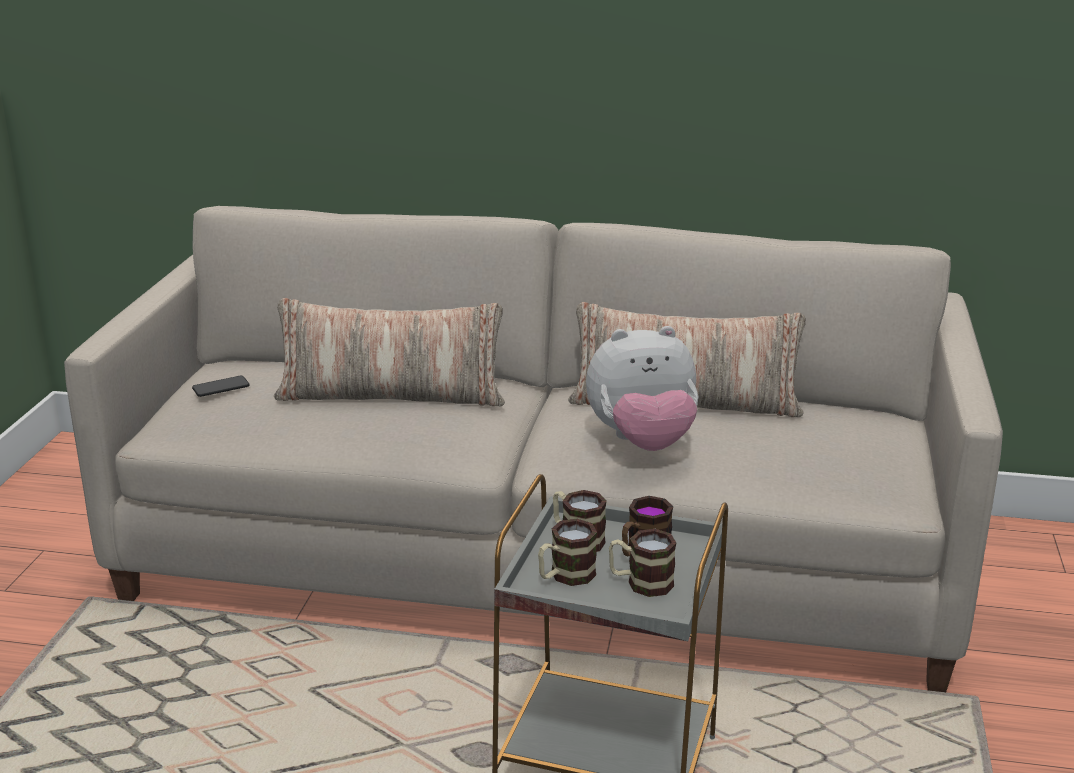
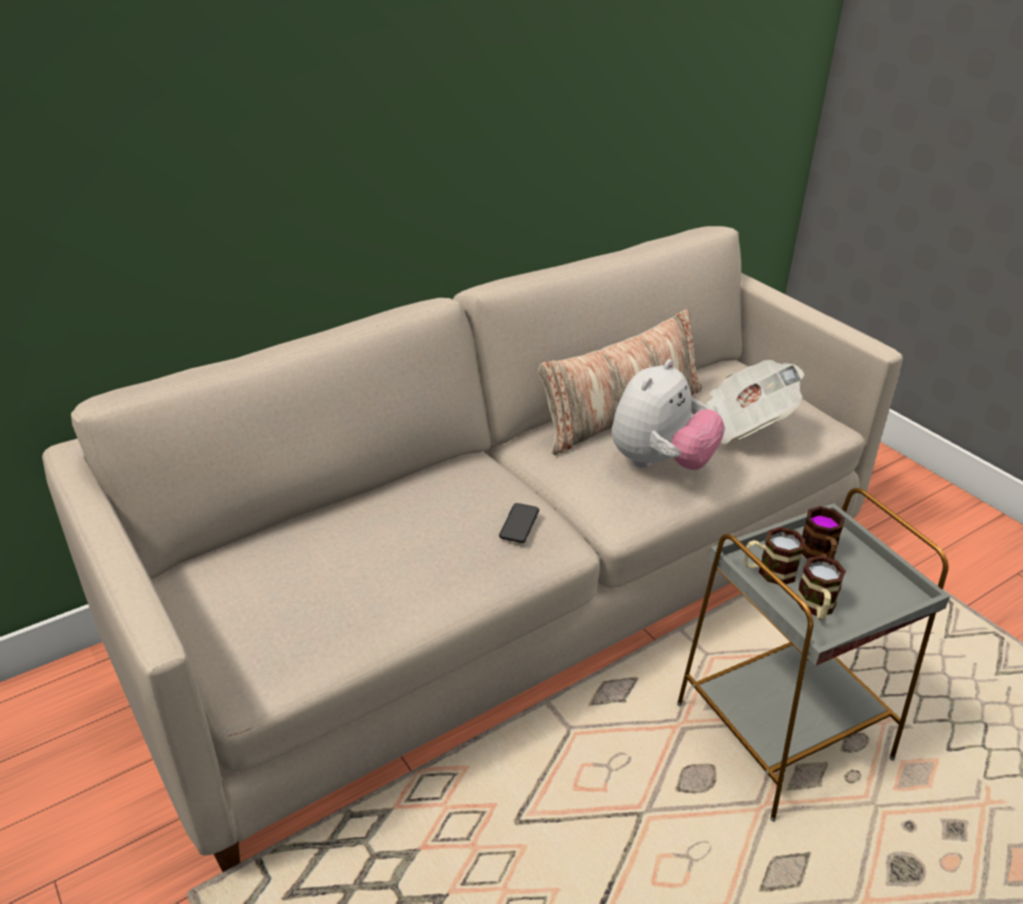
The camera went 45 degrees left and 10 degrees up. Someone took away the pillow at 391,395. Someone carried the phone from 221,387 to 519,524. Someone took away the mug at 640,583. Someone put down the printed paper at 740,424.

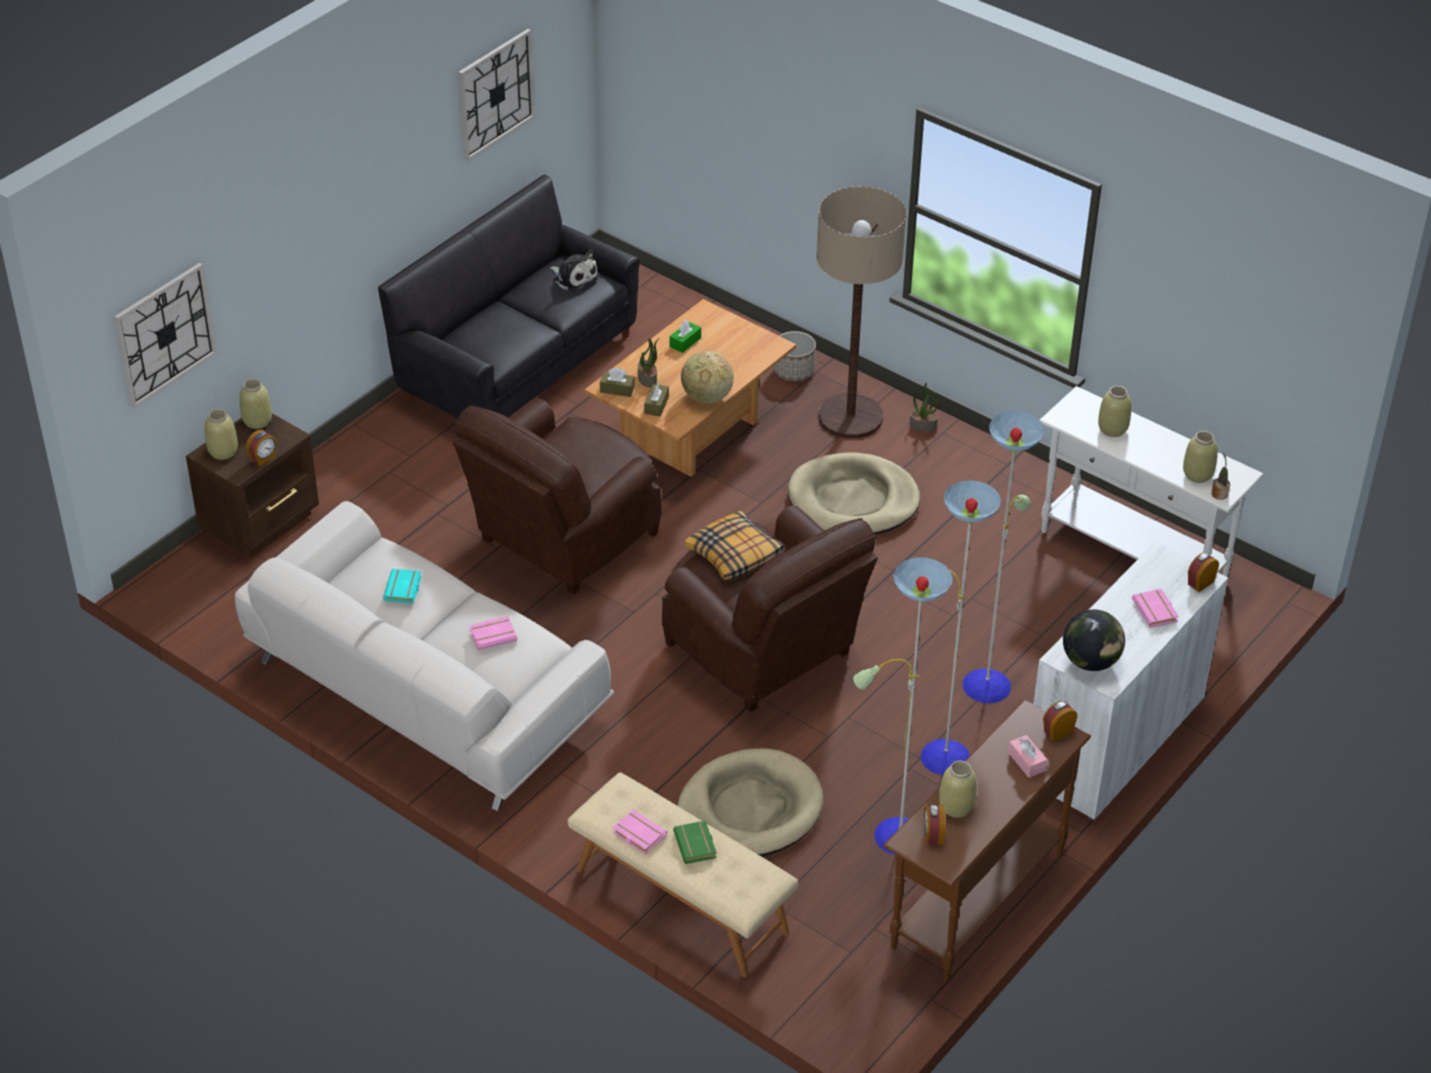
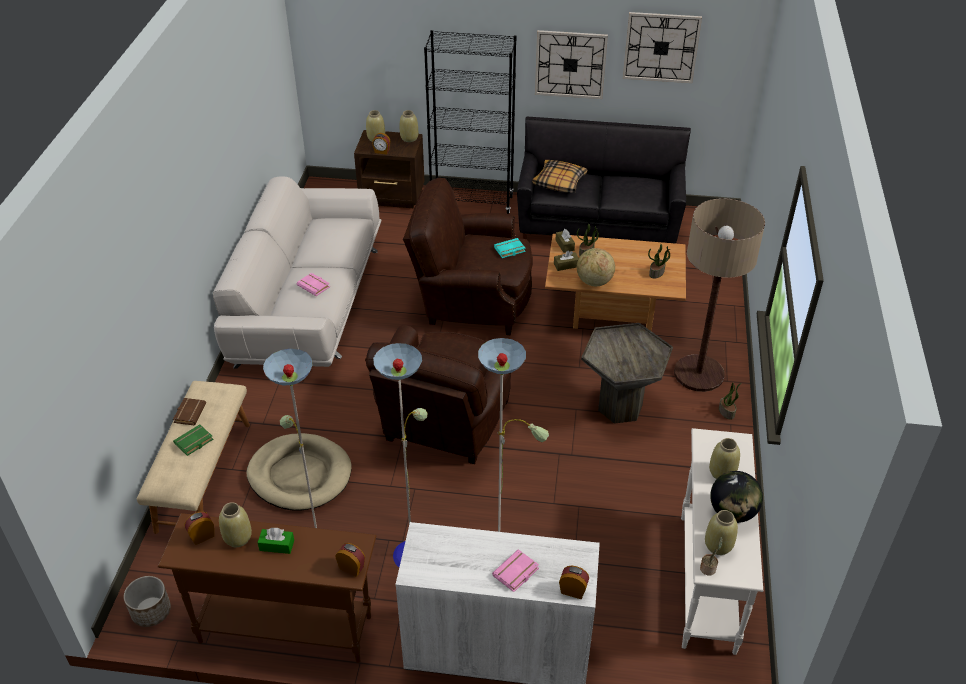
The camera went 60 degrees right and 0 degrees up. Someone took away the soft toy at 574,278. Someone carried the hanging clock from 164,334 to 570,64. Someone carried the tissue holder (green) from 685,342 to 277,545. Someone carried the flower pot from 794,371 to 151,611. Someone swapped the dog bed (beige-coloured) at 853,500 for the accent table (grey) at 620,408. Someone carried the pillow from 734,554 to 559,182. Someone carried the volume (turquoise) from 404,589 to 509,250. Someone carried the world globe from 1090,661 to 732,512. Someone took away the tissue holder (pink) at 1026,761. Someone repainted the volume (pink) at 637,835, which became the volume (brownish) at 189,413. Someone put down the bookshelf (blackish) at 472,202. Someone put down the potted plant at 657,273.

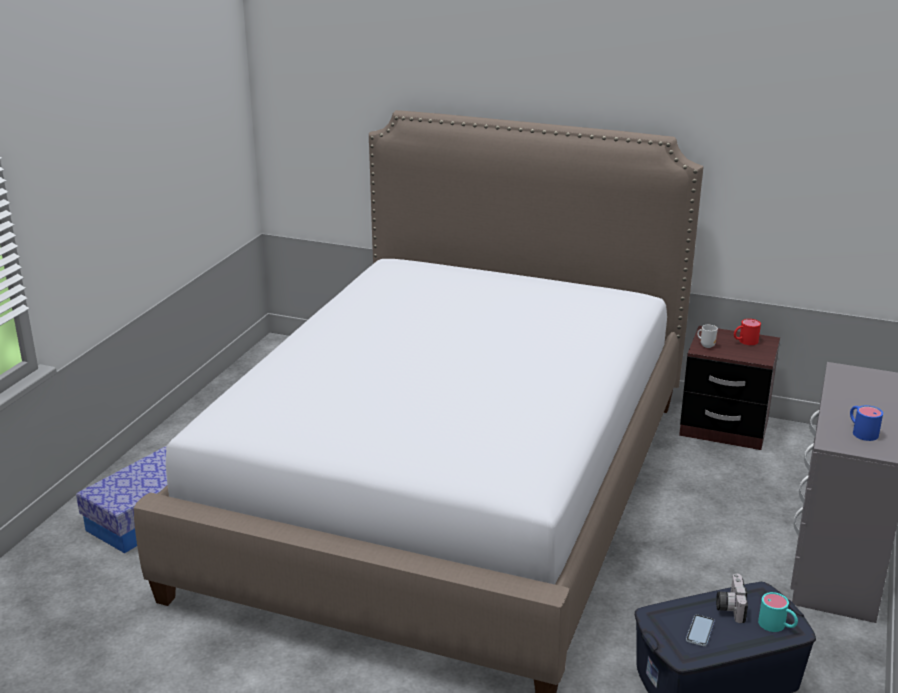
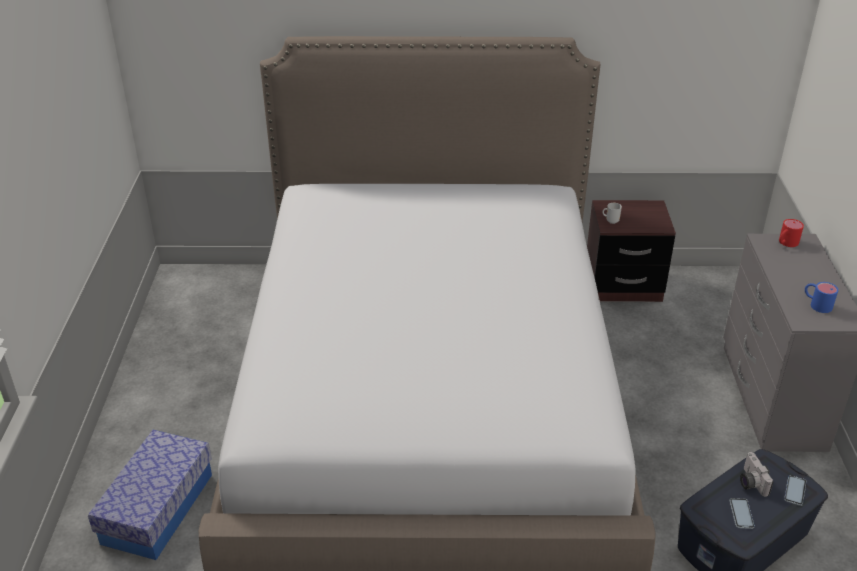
The camera went 20 degrees left and 10 degrees up. Someone carried the mug (red-coloured) from 744,341 to 786,243. Someone swapped the mug (turquoise) at 777,626 for the phone at 795,491.

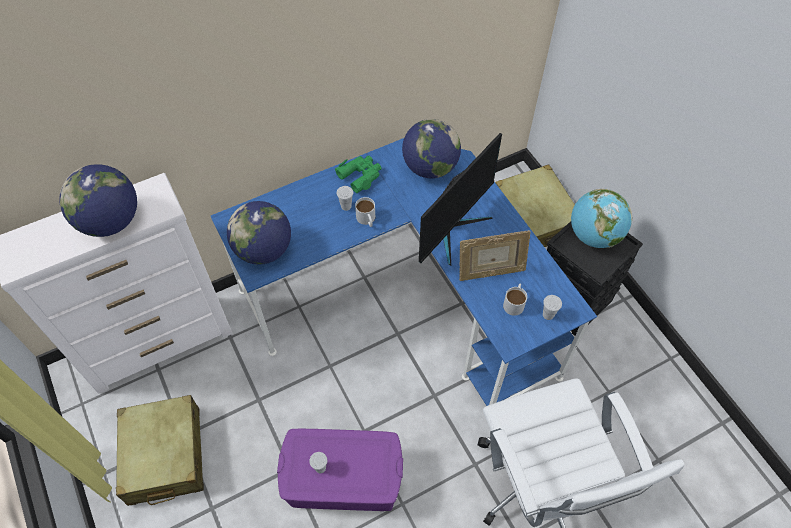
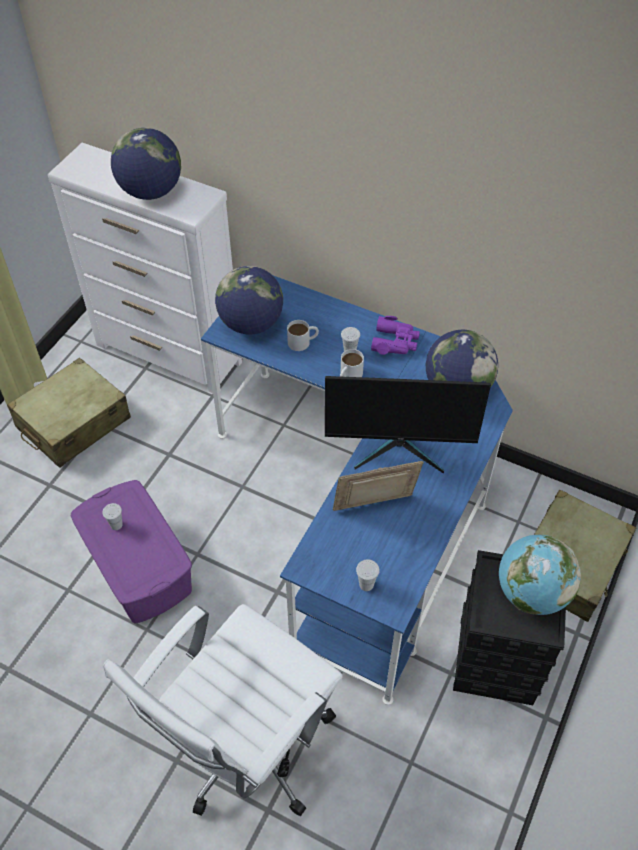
The camera went 55 degrees right and 5 degrees down. Someone repainted the field glasses (green) at 360,175, which became the field glasses (purple) at 395,342. Someone rotated the photo frame at 490,273 by 120 degrees clockwise. Someone carried the mug (whitish) from 514,302 to 303,342.

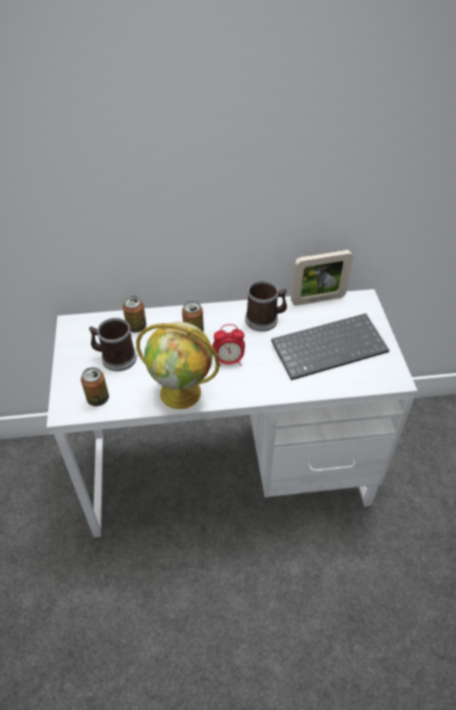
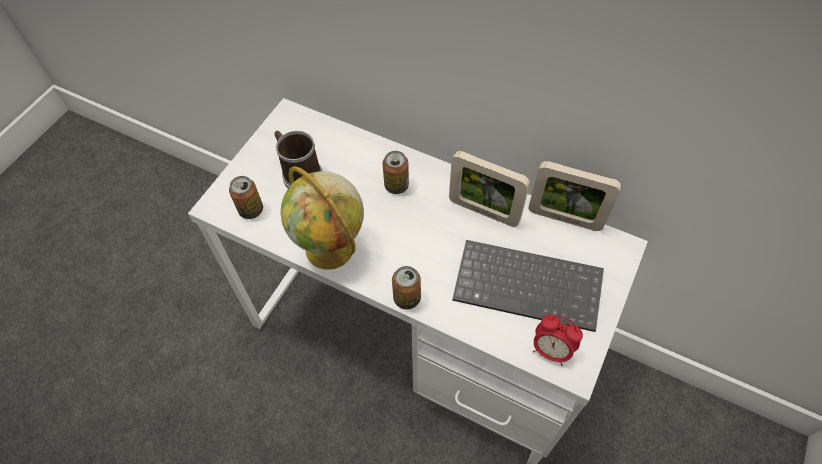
The camera went 35 degrees right and 10 degrees up. Someone swapped the mug at 265,319 for the photo frame at 483,211. Someone carried the sealed can from 136,327 to 407,298. Someone carried the bedside clock from 229,361 to 551,350.

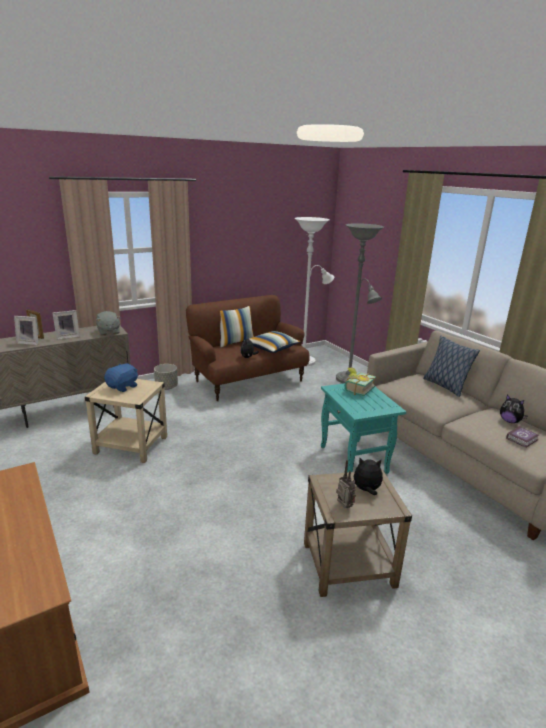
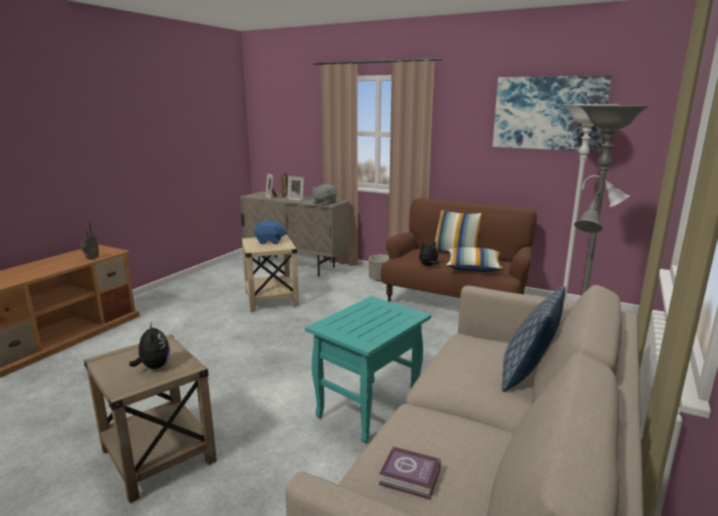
The camera went 60 degrees right and 5 degrees down. Someone took away the volume at 356,389. Someone took away the soft toy at 510,421. Someone carried the radio from 343,507 to 91,259. Someone put up the wall art at 548,113.

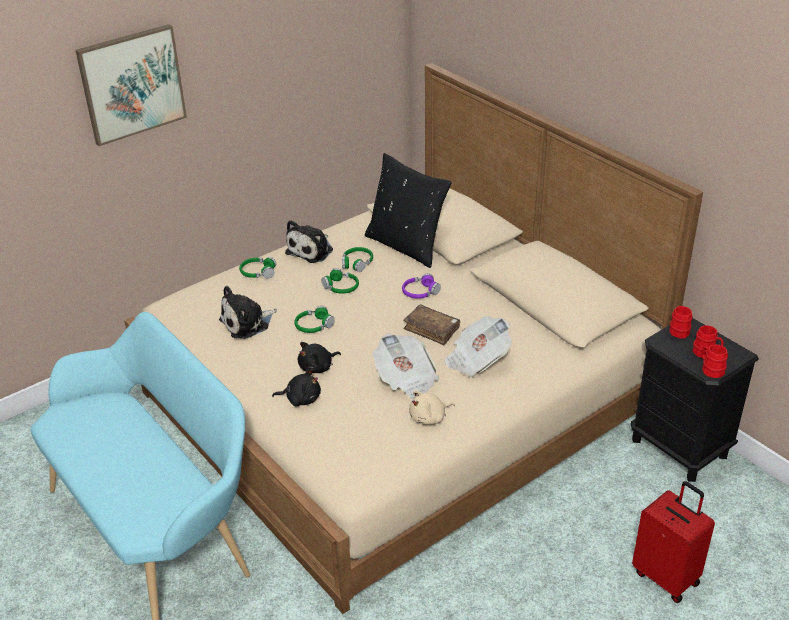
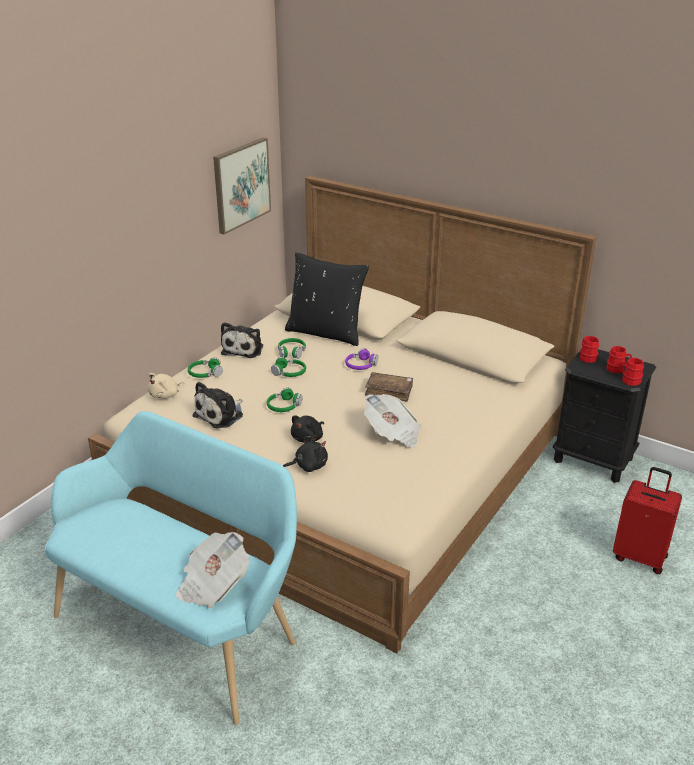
The camera went 20 degrees left and 5 degrees down. Someone carried the wall art from 132,84 to 241,184. Someone carried the printed paper from 477,360 to 213,584. Someone carried the soft toy (beige-coloured) from 429,418 to 165,395.

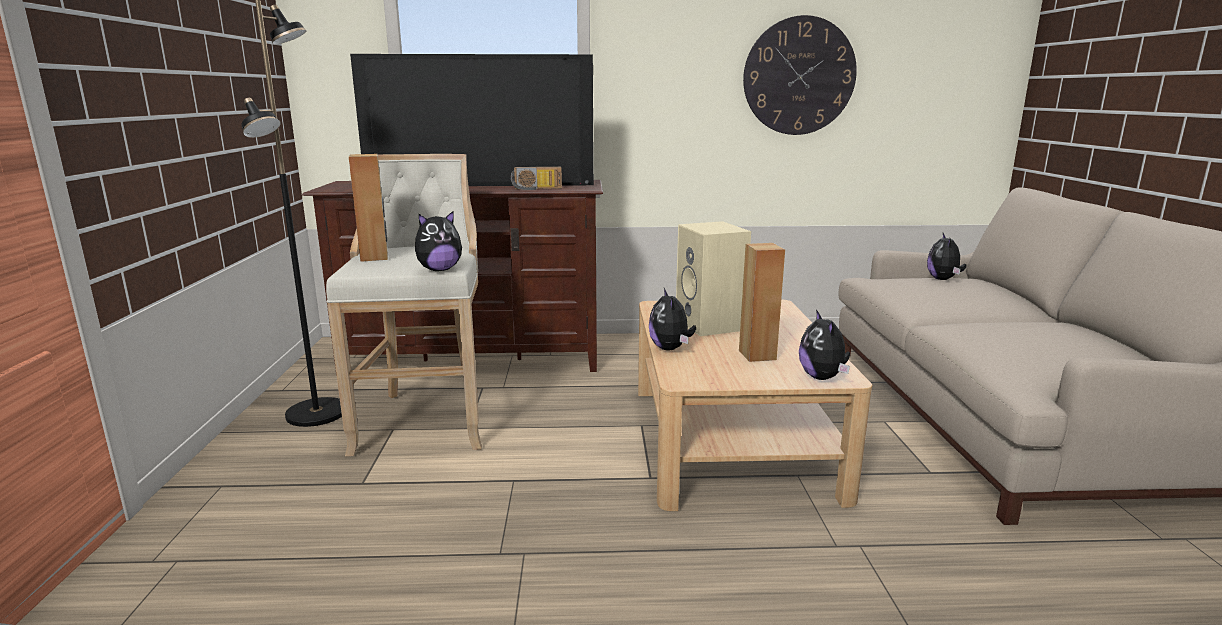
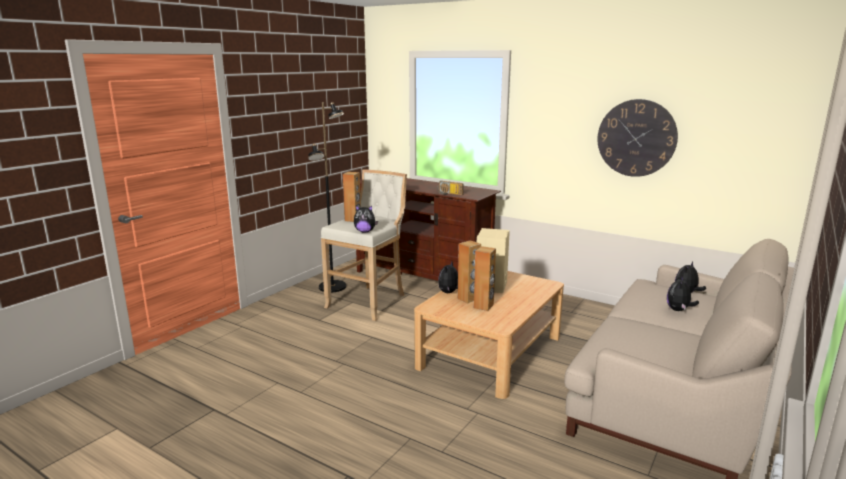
The camera went 35 degrees right and 0 degrees up. Someone took away the TV at 482,184. Someone carried the soft toy from 822,377 to 678,310. Someone put down the speaker (brownish) at 468,299.

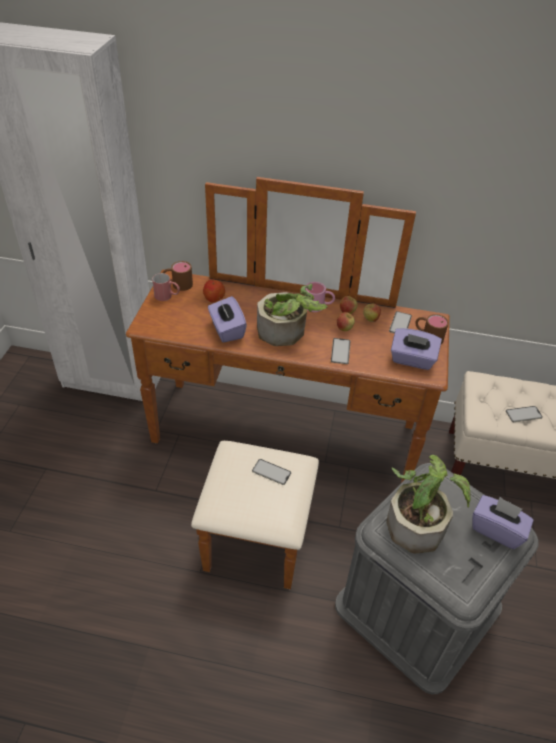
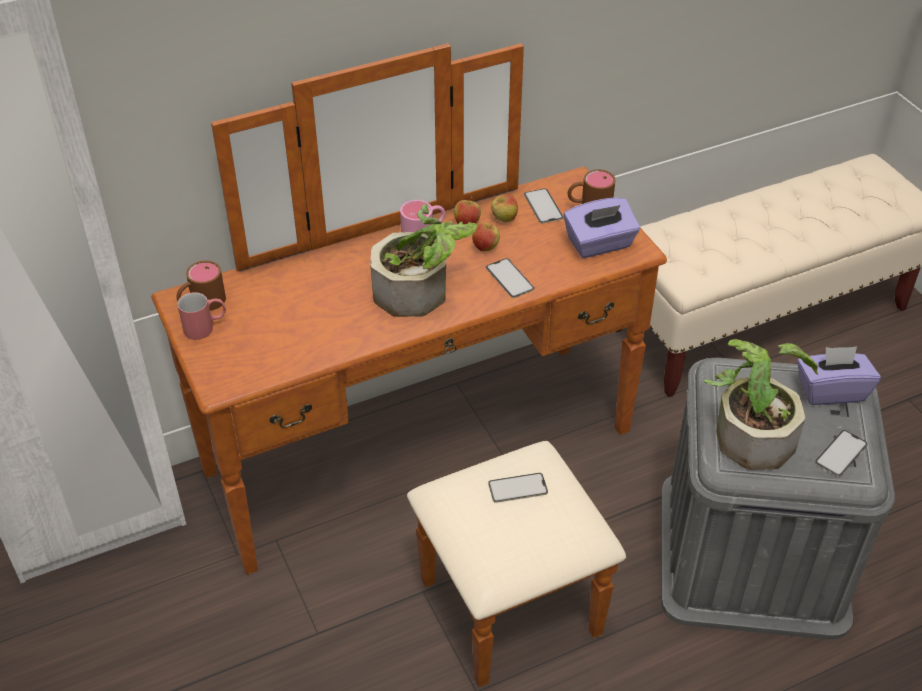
The camera went 35 degrees left and 0 degrees up. Someone took away the whole apple at 214,298. Someone took away the tissue holder (purple) at 226,330. Someone carried the phone from 523,414 to 841,453.

